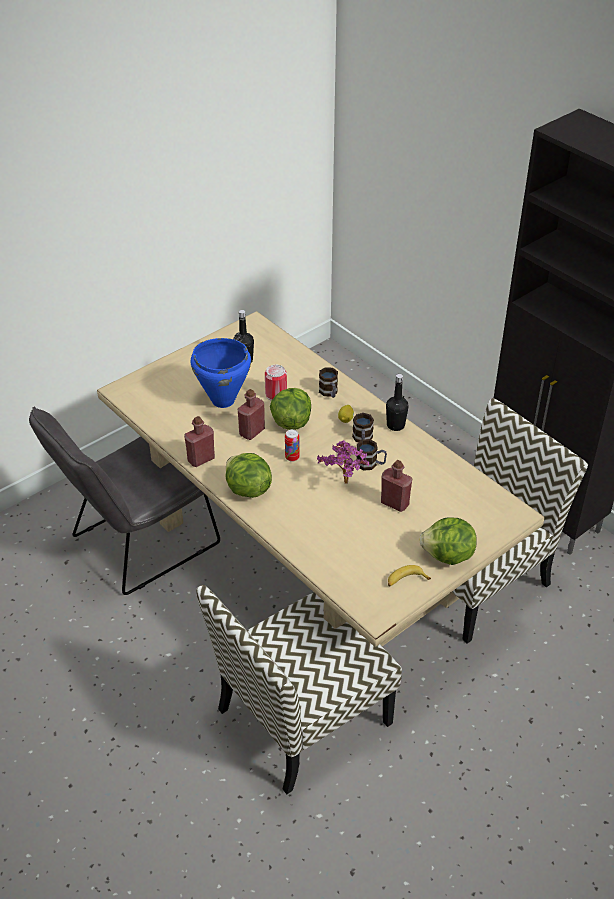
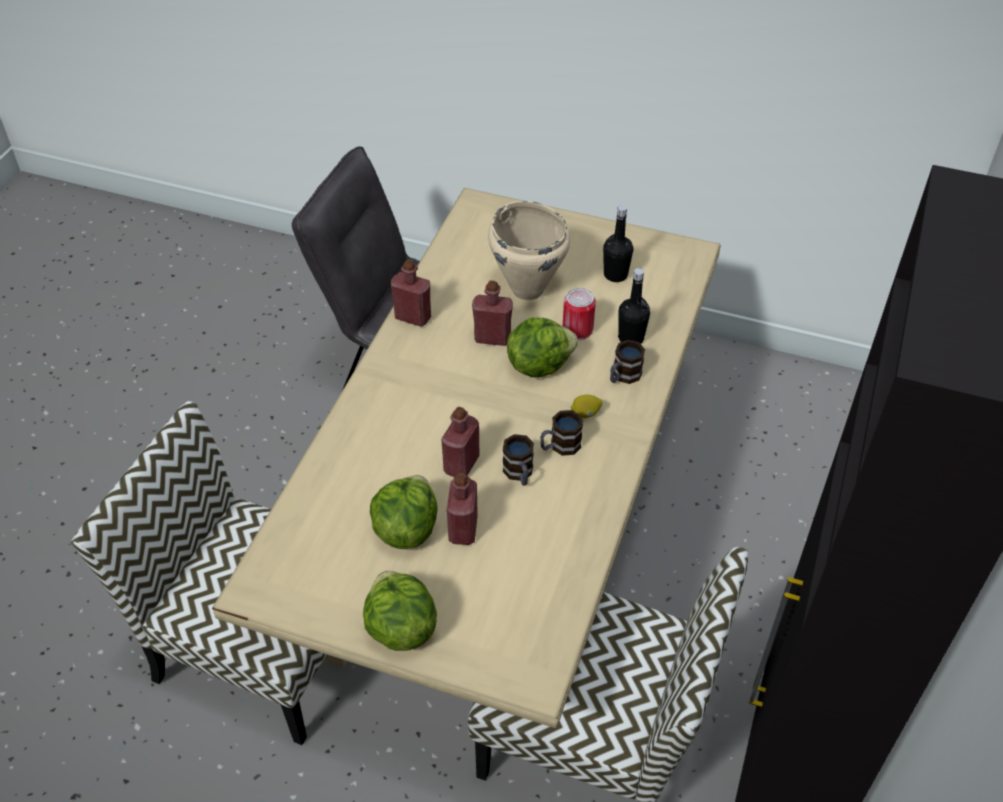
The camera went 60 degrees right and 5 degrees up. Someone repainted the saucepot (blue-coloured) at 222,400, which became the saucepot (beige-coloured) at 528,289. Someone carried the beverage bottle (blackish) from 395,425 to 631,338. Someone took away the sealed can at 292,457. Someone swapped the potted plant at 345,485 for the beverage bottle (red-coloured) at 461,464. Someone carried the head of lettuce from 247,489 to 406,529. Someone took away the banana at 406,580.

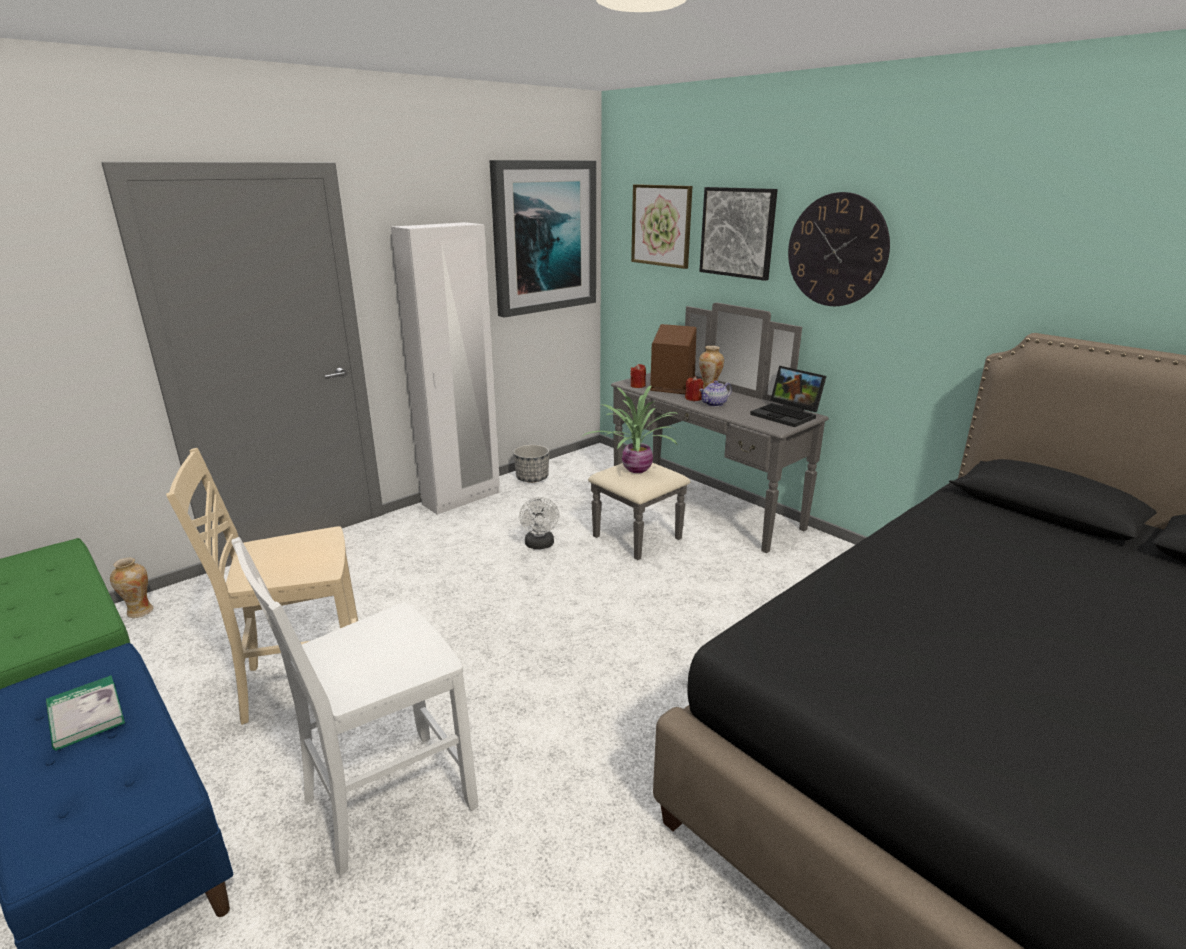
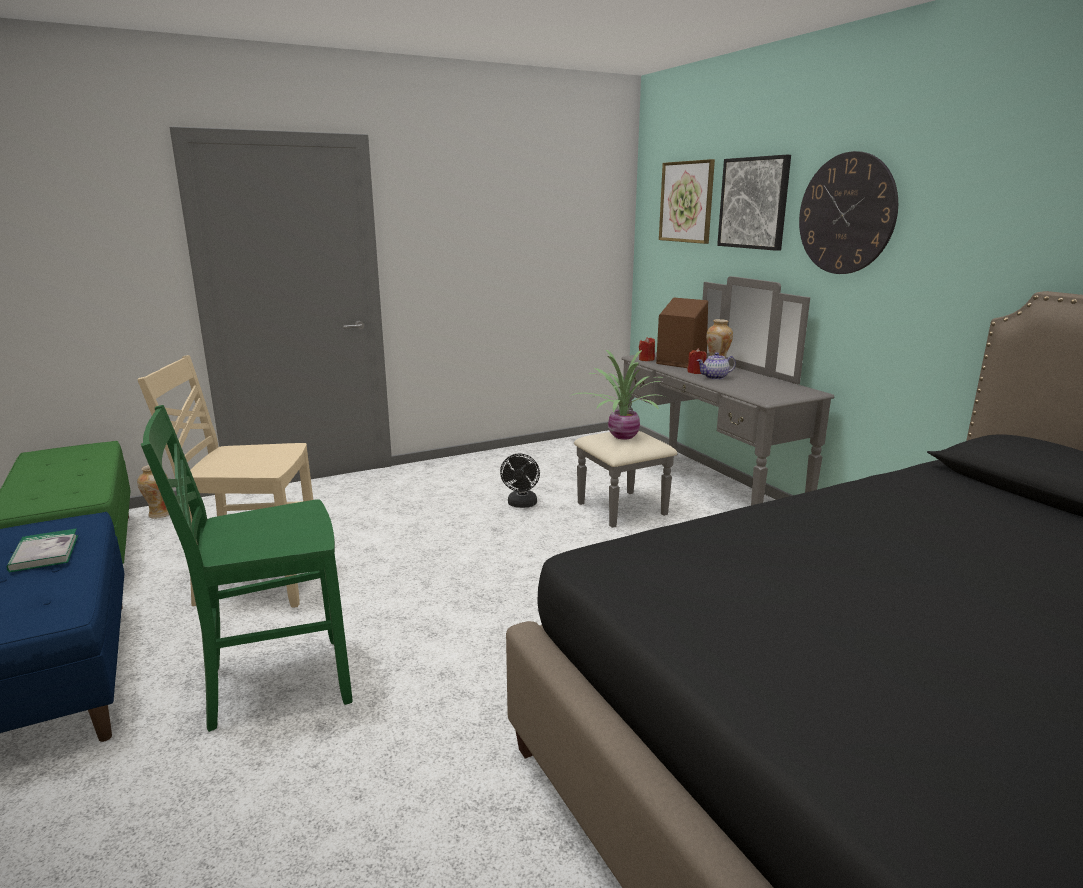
The camera went 15 degrees right and 5 degrees down. Someone took away the wall art at 544,237. Someone took away the wardrobe (whitish) at 462,499. Someone took away the portable computer at 787,415. Someone took away the flower pot at 532,478. Someone repainted the fan (whitish) at 540,545, which became the fan (blackish) at 521,505. Someone repainted the plain chair (whitish) at 385,802, which became the plain chair (green) at 275,683.

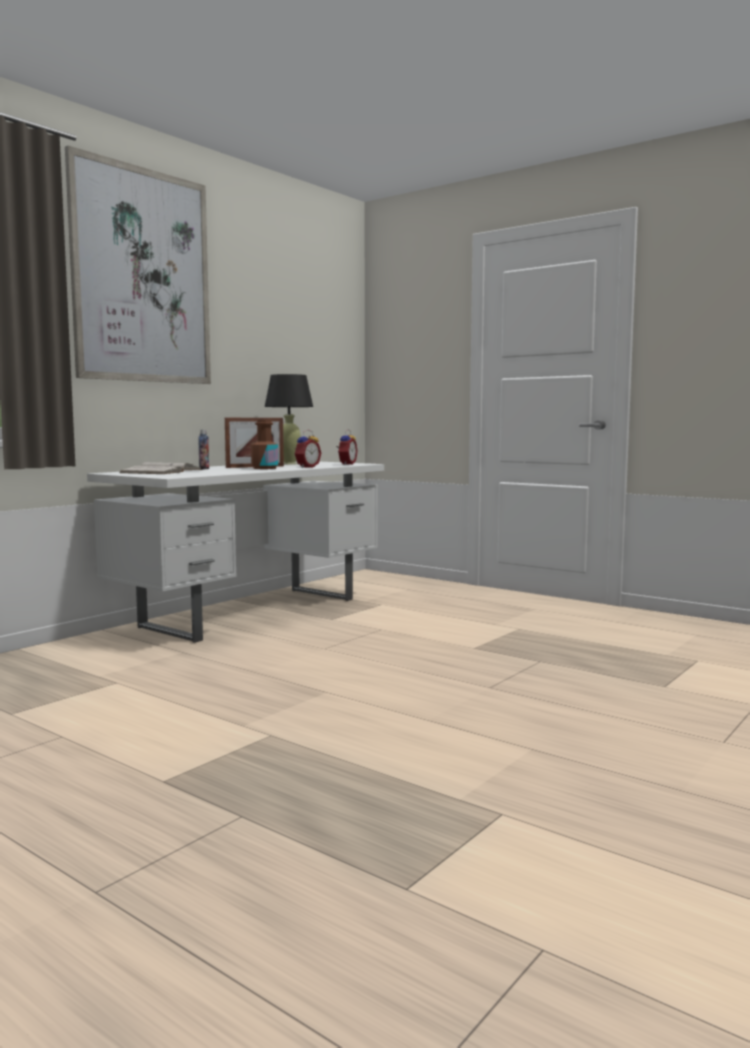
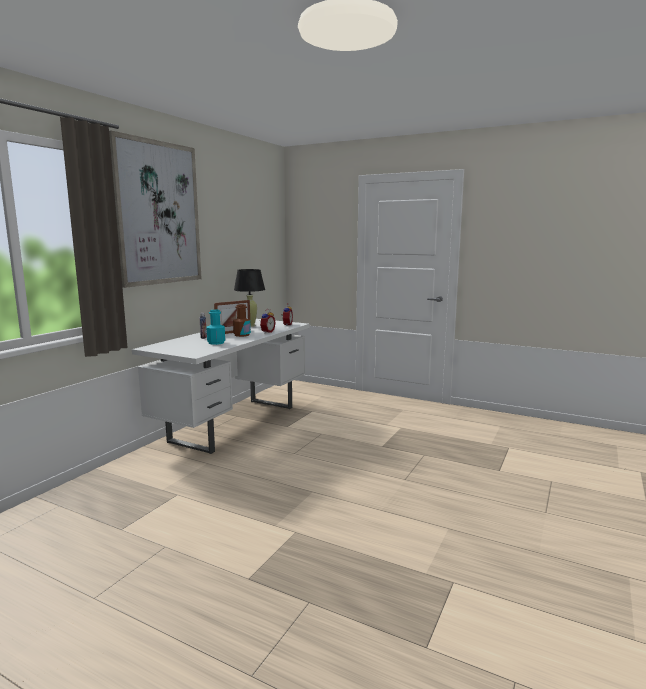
The camera went 10 degrees left and 5 degrees up. Someone took away the volume (whitish) at 161,471. Someone put down the beverage bottle (turquoise) at 216,343.

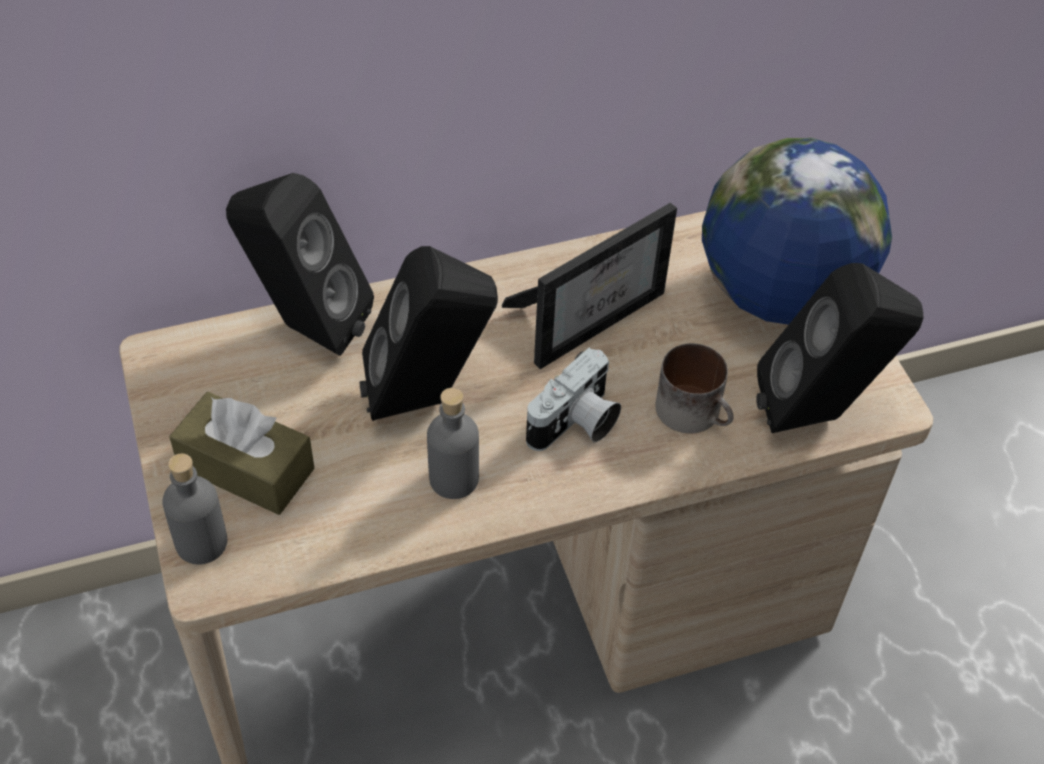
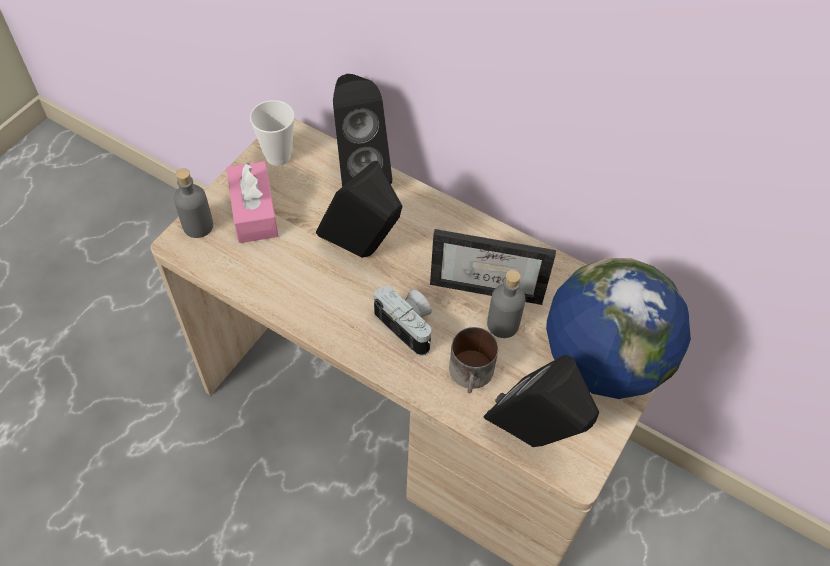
The camera went 50 degrees right and 5 degrees up. Someone rotated the photo camera at 576,425 by 135 degrees counterclockwise. Someone carried the beverage bottle (grey) from 453,479 to 503,324. Someone repainted the tissue holder (brownish) at 246,468, which became the tissue holder (pink) at 254,211. Someone put down the small cup at 278,156.

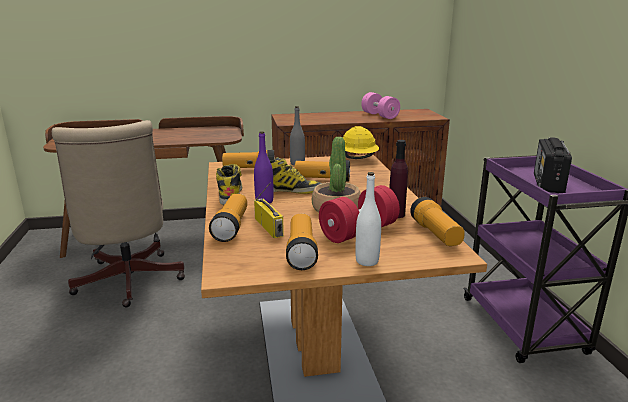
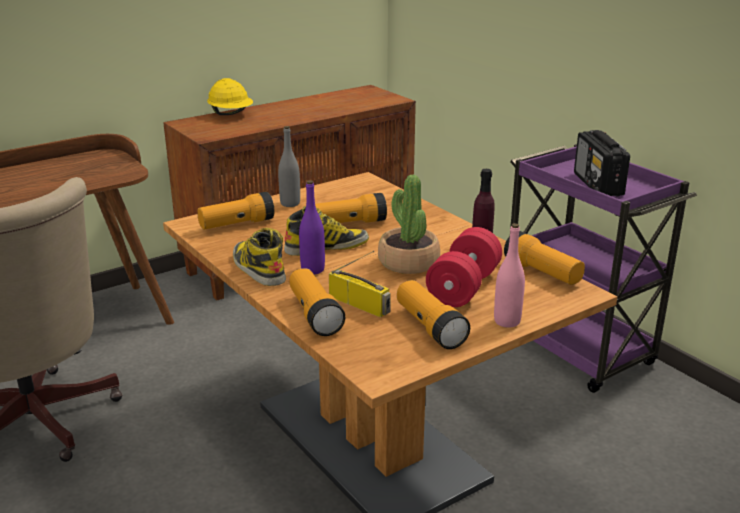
The camera went 25 degrees left and 5 degrees up. Someone took away the dumbbell (pink) at 379,115. Someone carried the work helmet (yellow-coloured) from 358,159 to 231,115. Someone repainted the beverage bottle (whitish) at 367,261, which became the beverage bottle (pink) at 507,321.

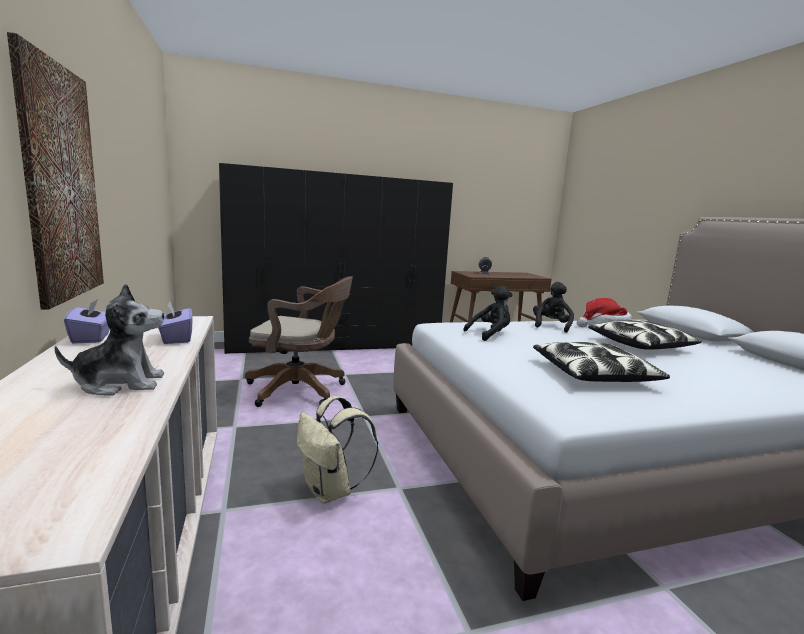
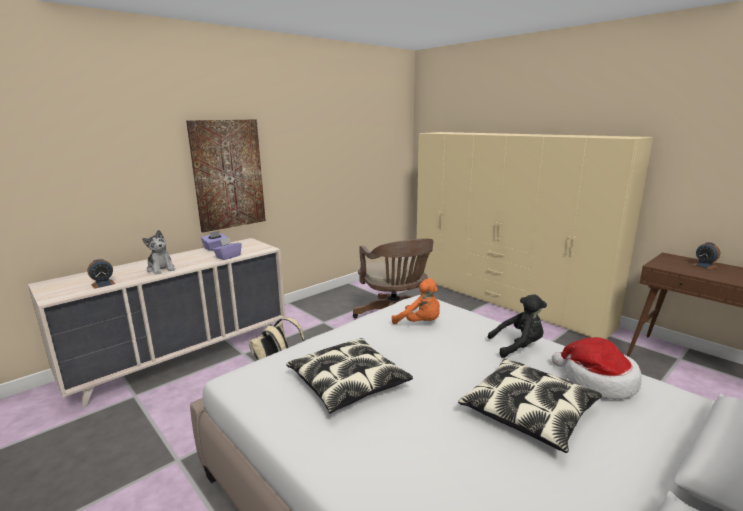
The camera went 65 degrees right and 5 degrees up. Someone repainted the wardrobe (blackish) at 337,345, which became the wardrobe (beige-coloured) at 503,300. Someone repainted the soft toy (blackish) at 490,335, which became the soft toy (orange-coloured) at 420,323. Someone put down the bedside clock at 103,284.

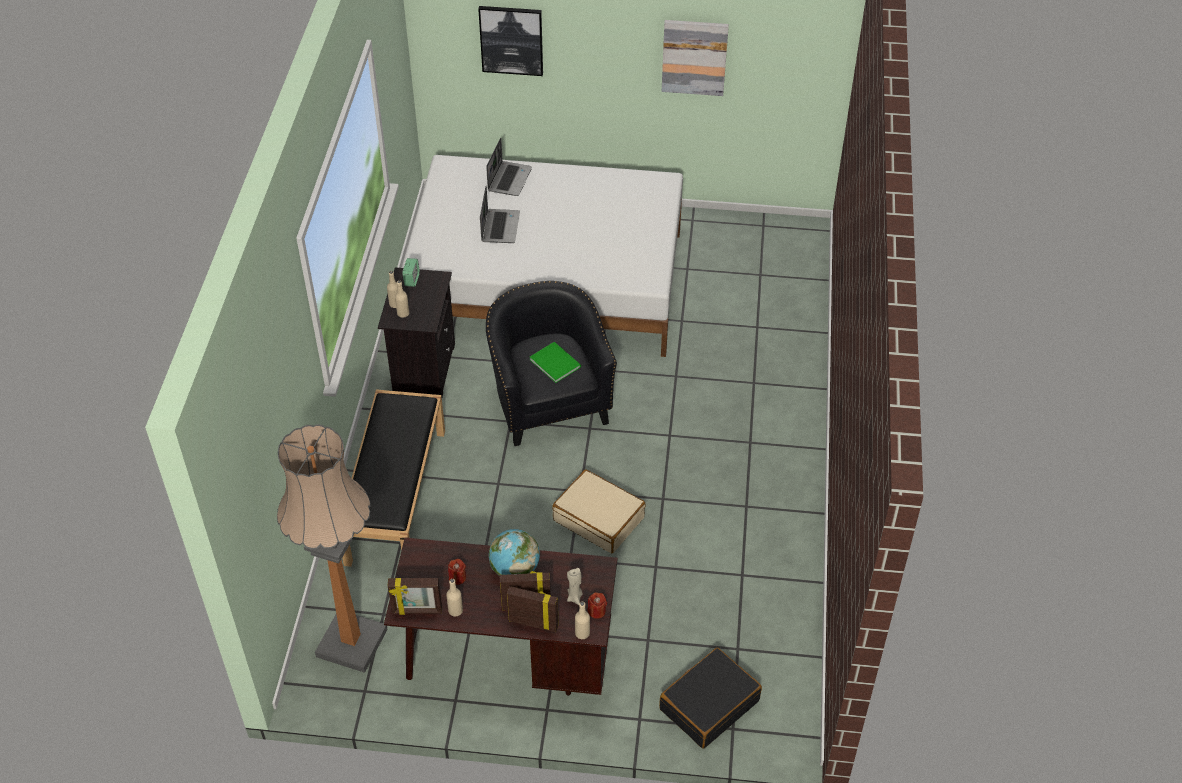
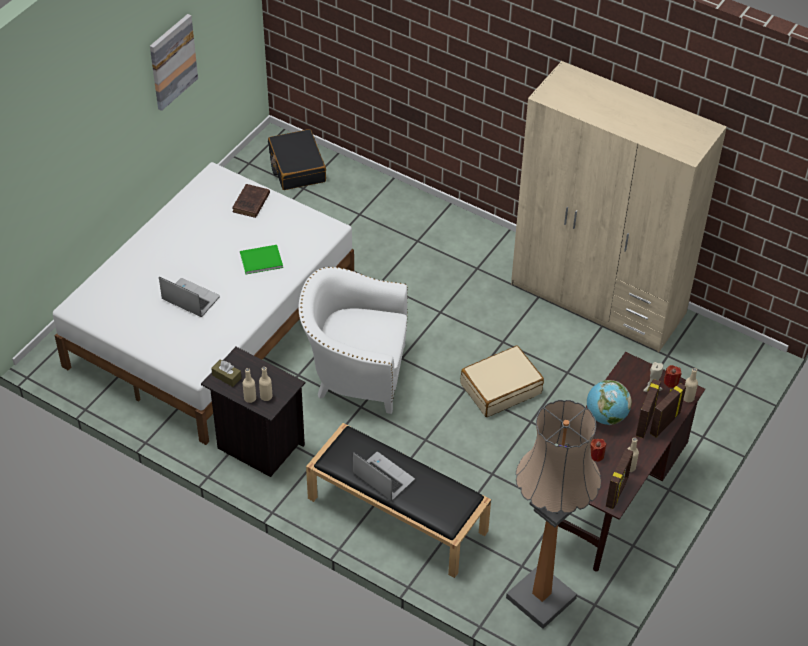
The camera went 65 degrees left and 0 degrees up. Someone took away the wall art at 511,40. Someone carried the portable computer from 509,179 to 382,477. Someone swapped the bedside clock at 412,280 for the tissue holder (brownish) at 226,376. Someone repainted the lounge chair (blackish) at 549,402, which became the lounge chair (whitish) at 355,373. Someone carried the volume (green) from 555,362 to 260,260. Someone carried the suitcase (blackish) from 709,704 to 296,167. Someone put down the wardrobe (beige-coloured) at 598,299. Someone put down the volume (brownish) at 250,203.

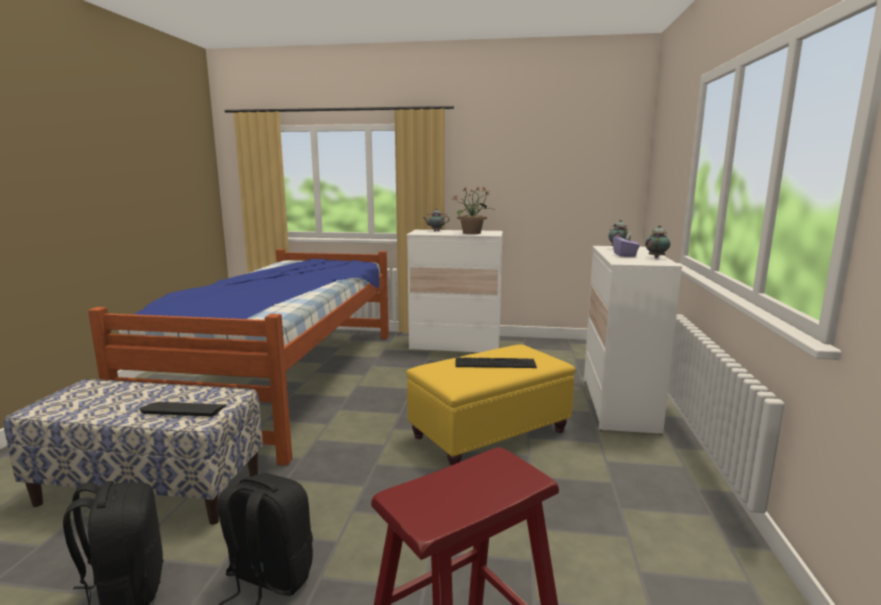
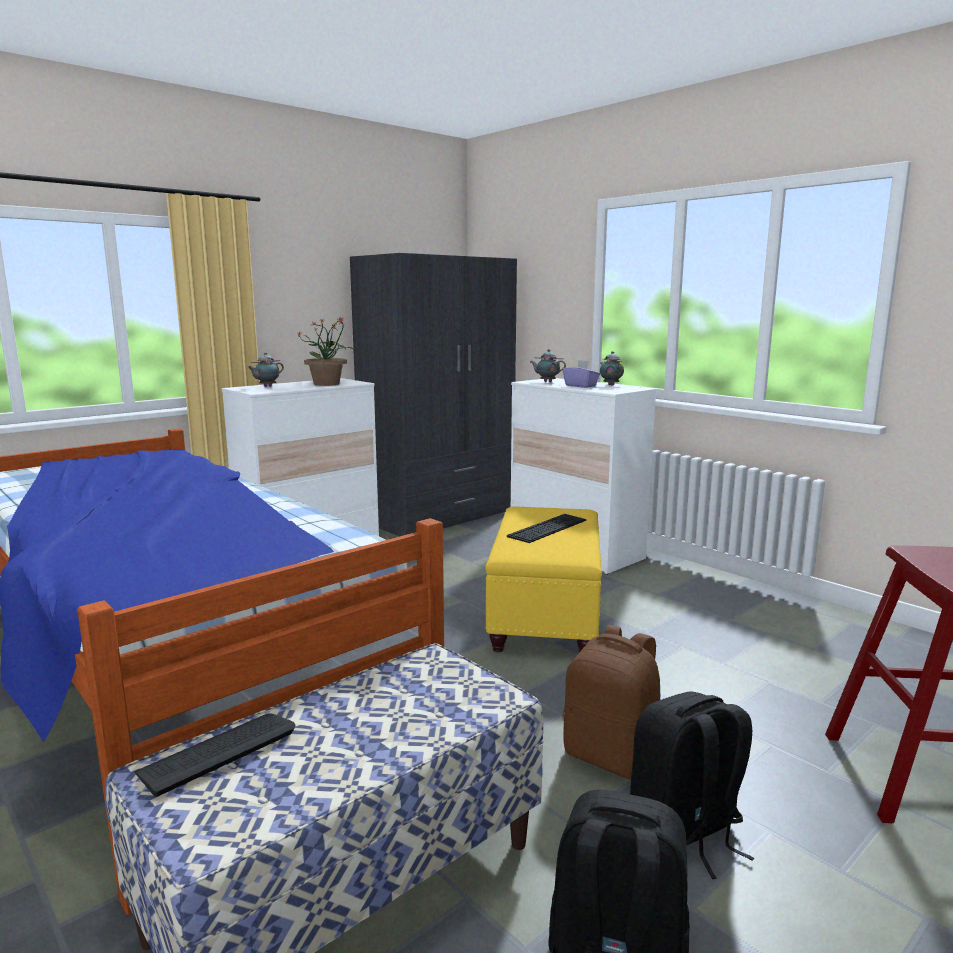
The camera went 50 degrees left and 0 degrees up. Someone carried the PC keyboard from 184,409 to 217,753. Someone put down the wardrobe (grey) at 439,515. Someone put down the knapsack (brownish) at 612,757.

